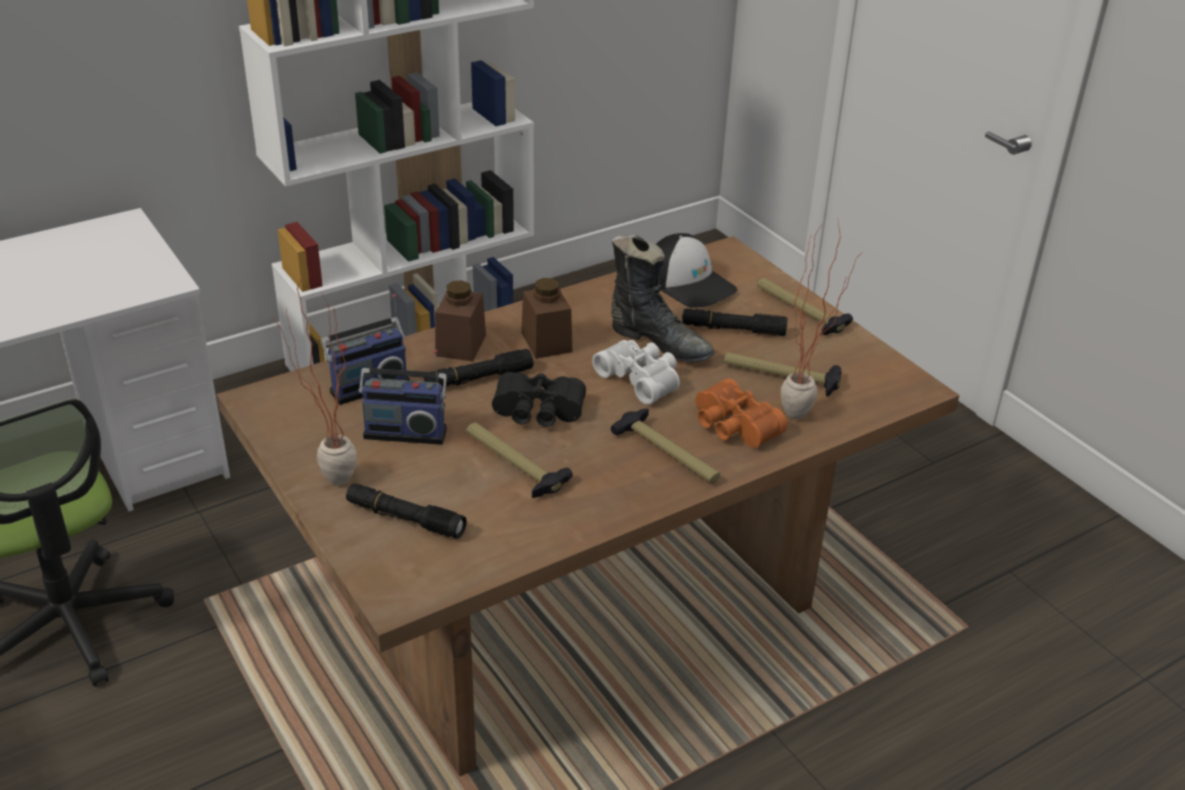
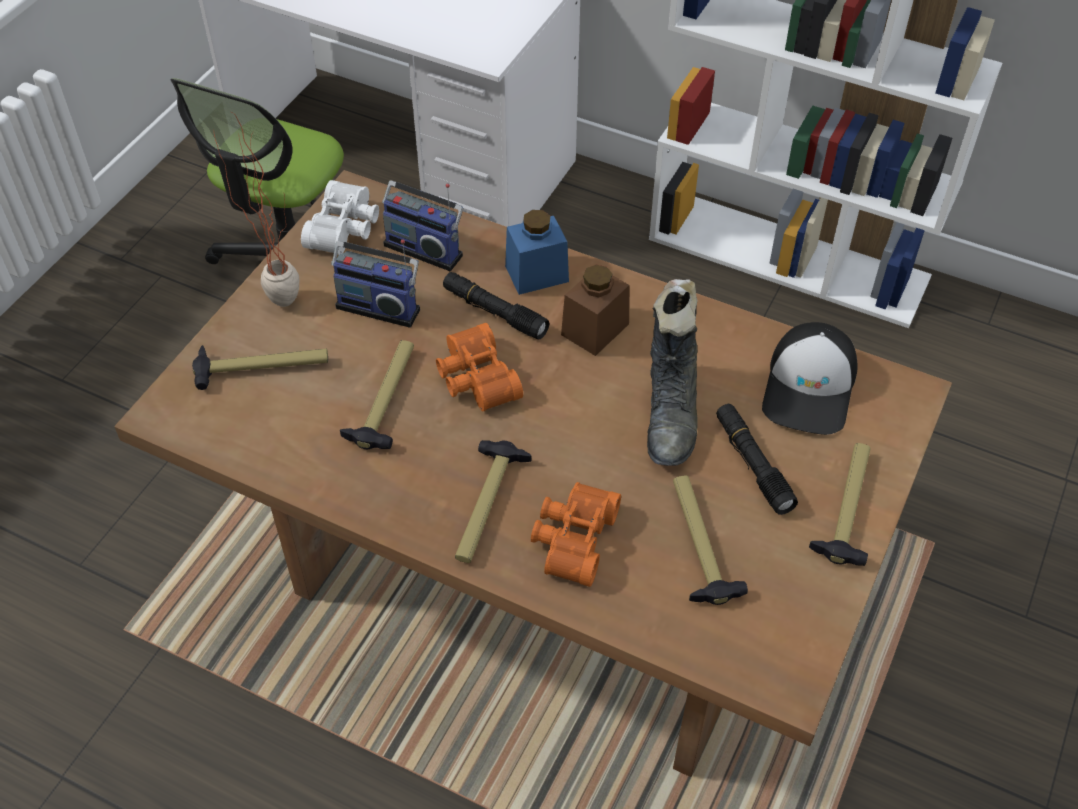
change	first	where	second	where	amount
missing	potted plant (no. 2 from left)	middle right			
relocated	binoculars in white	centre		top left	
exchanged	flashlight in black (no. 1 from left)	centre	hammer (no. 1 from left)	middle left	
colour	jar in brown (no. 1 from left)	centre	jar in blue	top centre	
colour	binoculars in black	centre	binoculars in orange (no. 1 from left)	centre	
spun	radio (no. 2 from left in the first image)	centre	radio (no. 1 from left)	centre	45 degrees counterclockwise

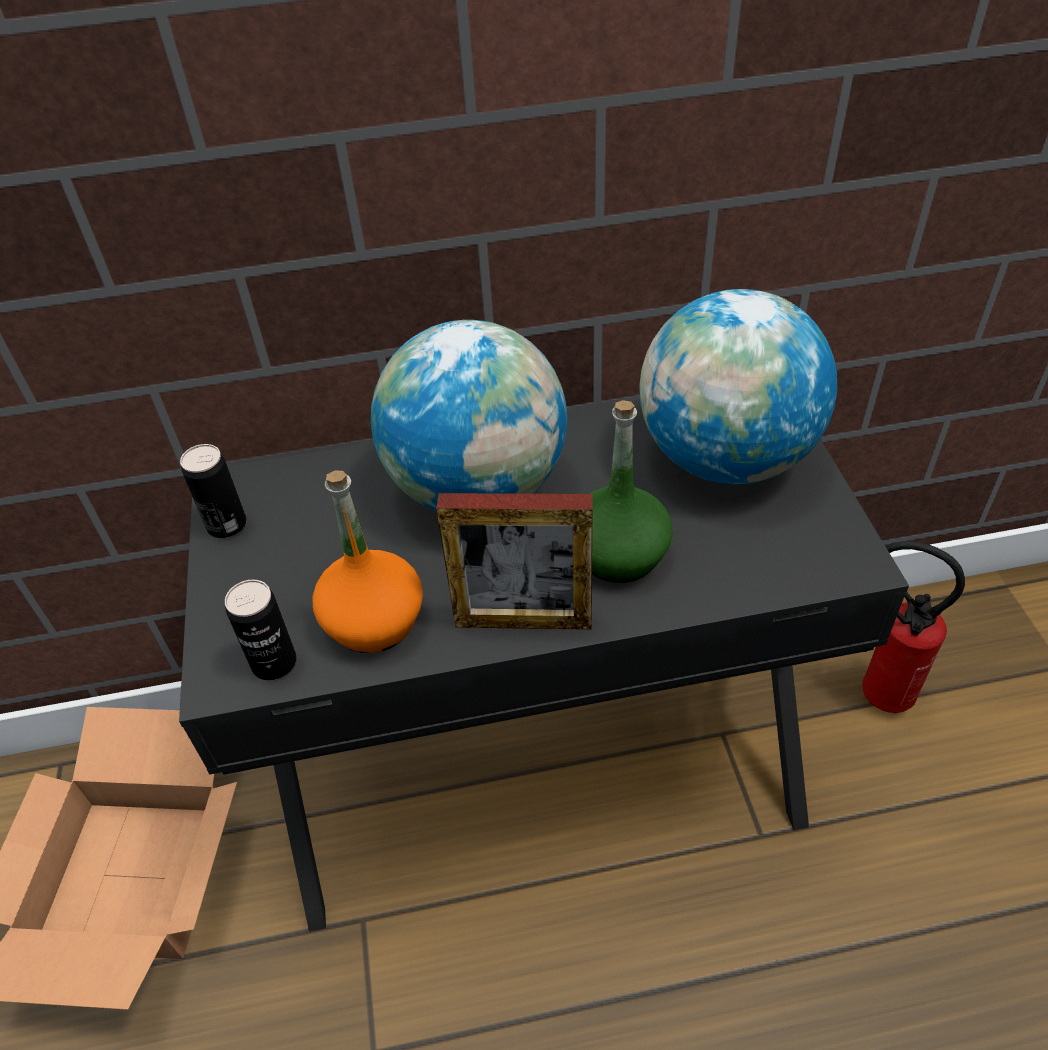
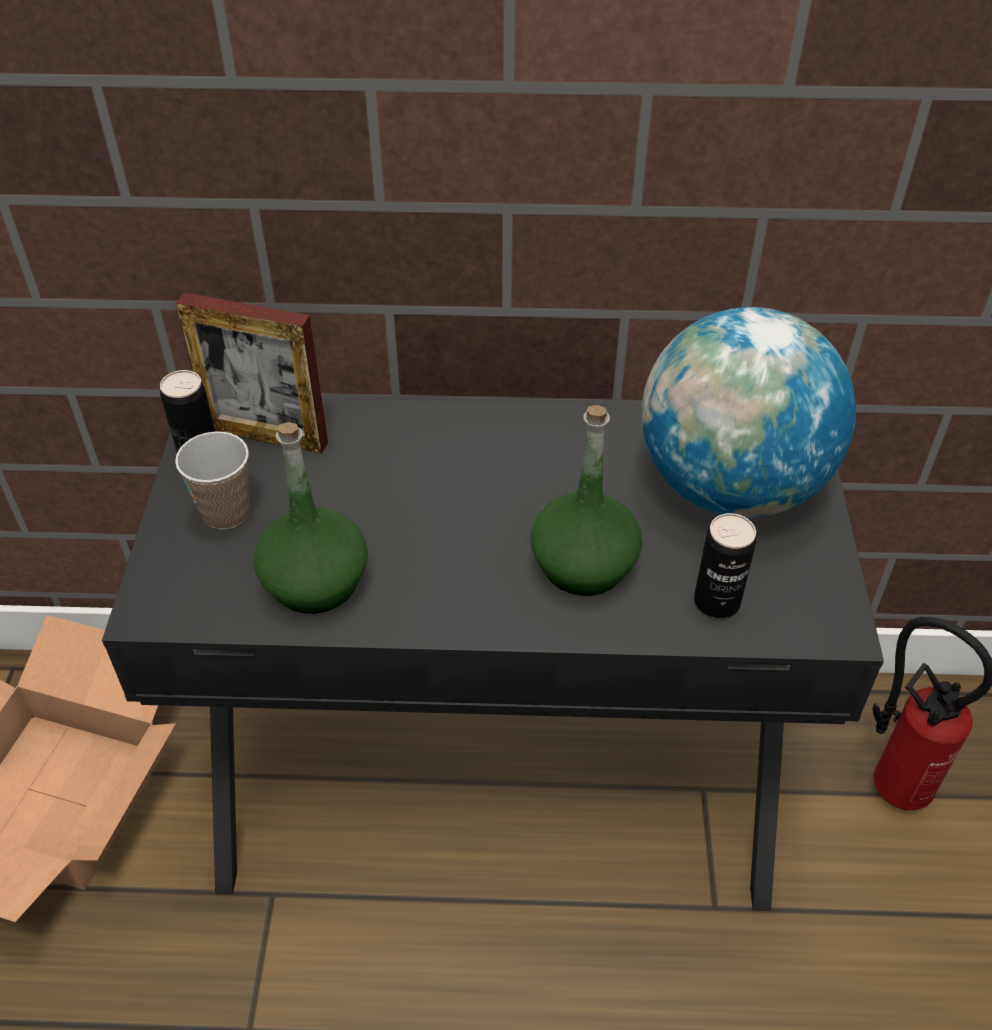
change	first	where	second	where	amount
missing	globe (no. 1 from left)	centre			
appeared			cup	middle left	
relocated	can (no. 2 from left)	middle left		middle right	
relocated	picture frame	centre		middle left	
colour	bottle in orange	centre	bottle in green (no. 1 from left)	middle left	

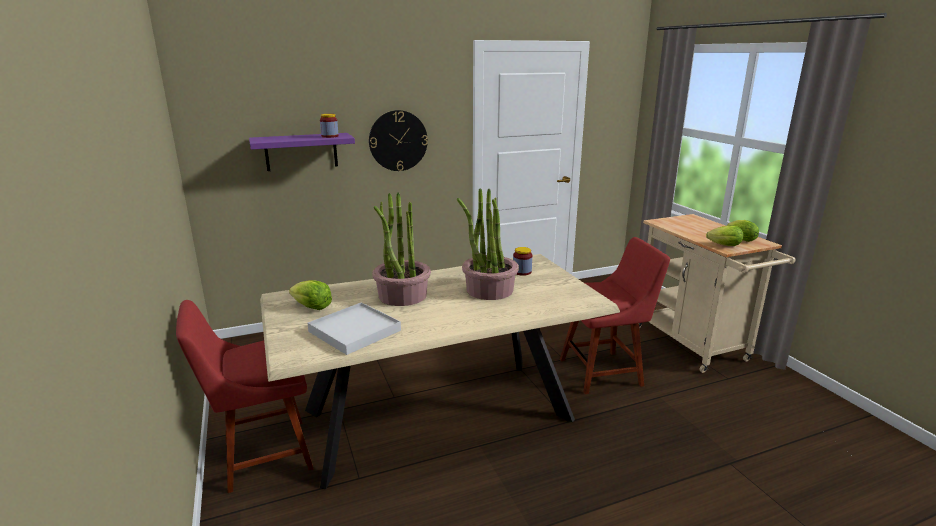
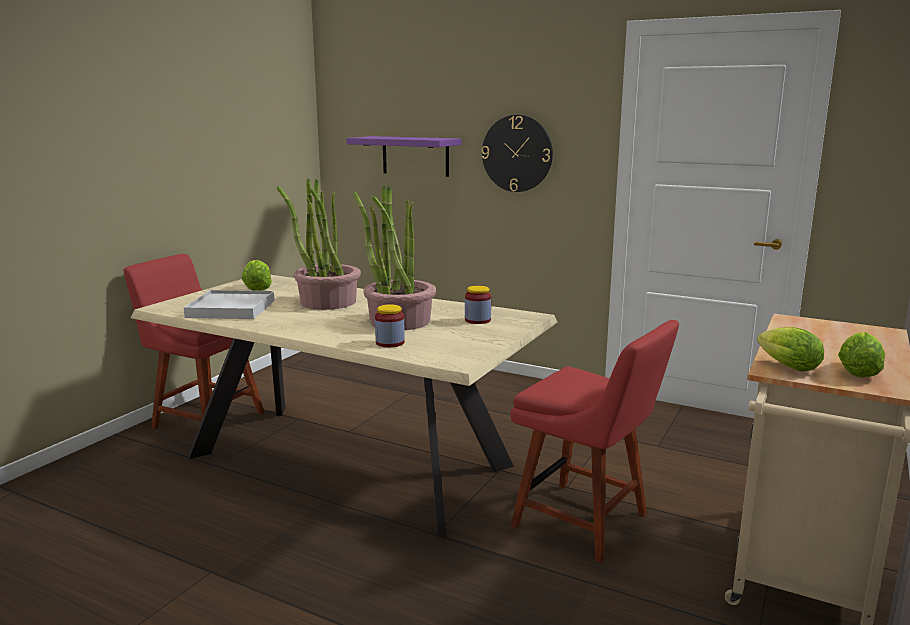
change	first	where	second	where	amount
relocated	jar (no. 1 from left)	top centre		centre	

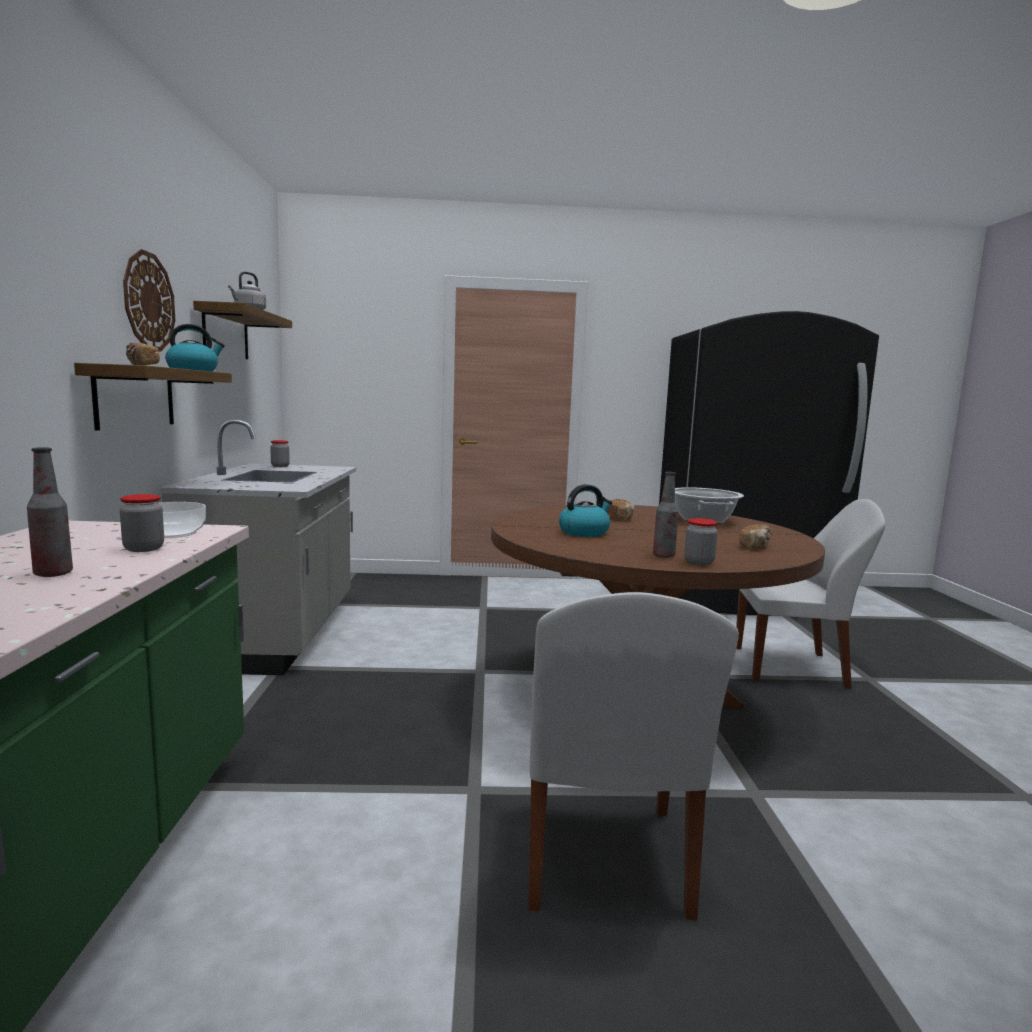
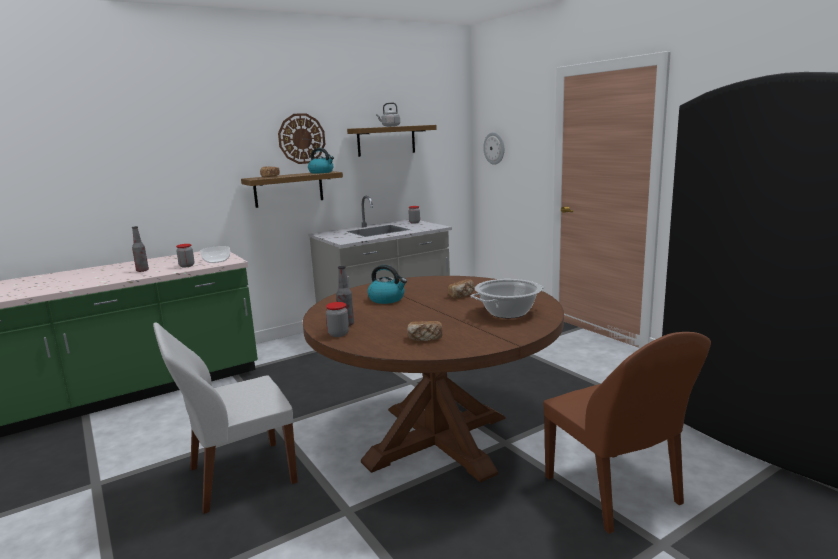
change	first	where	second	where	amount
appeared			wall clock (no. 2 from left)	top centre	
colour	chair in white (no. 2 from left)	middle right	chair in brown	bottom right	

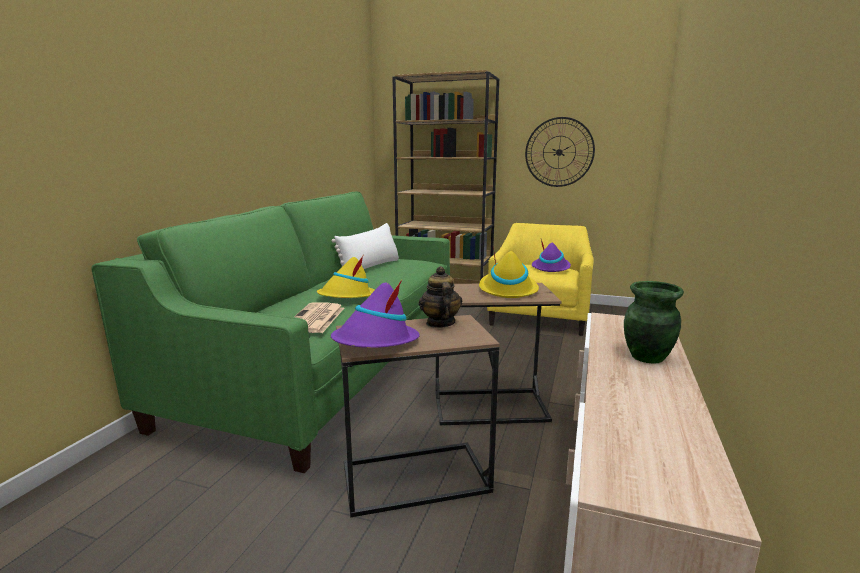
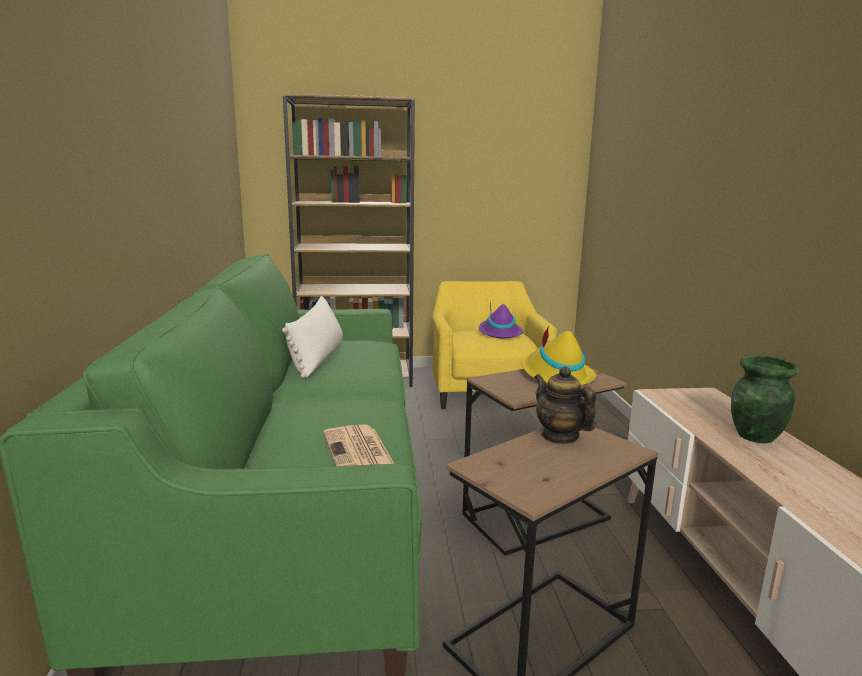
change	first	where	second	where	amount
missing	hat in yellow (no. 1 from left)	centre			
missing	hat in purple (no. 1 from left)	centre			
missing	wall clock	top centre			

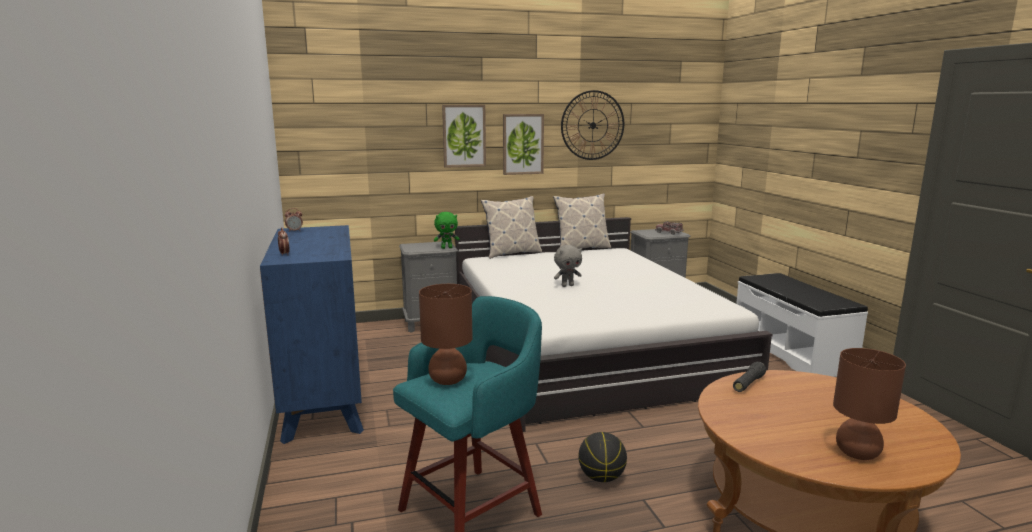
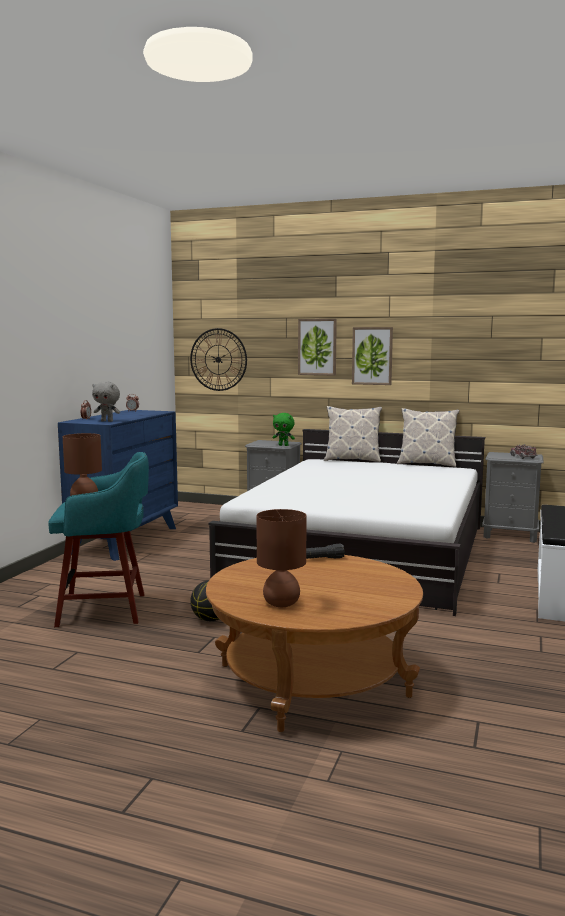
change	first	where	second	where	amount
relocated	plush toy in grey	centre		middle left	
relocated	wall clock	top centre		centre	

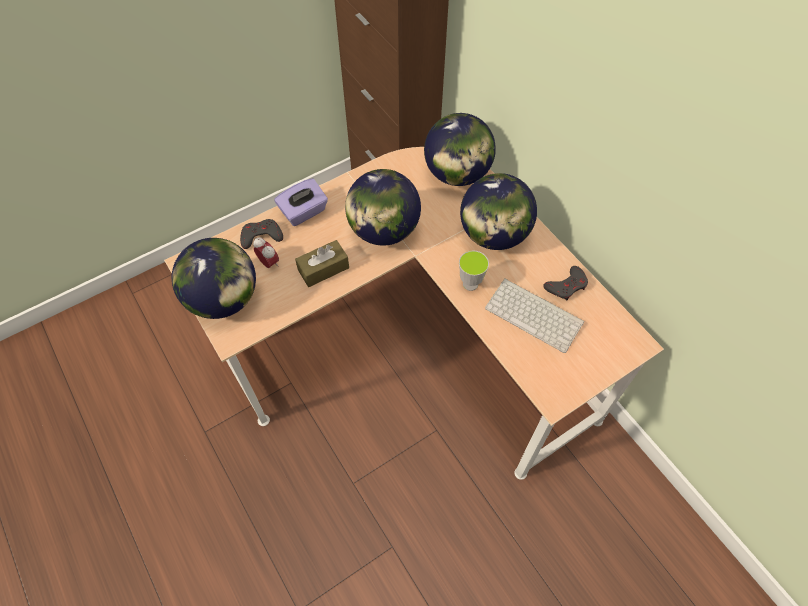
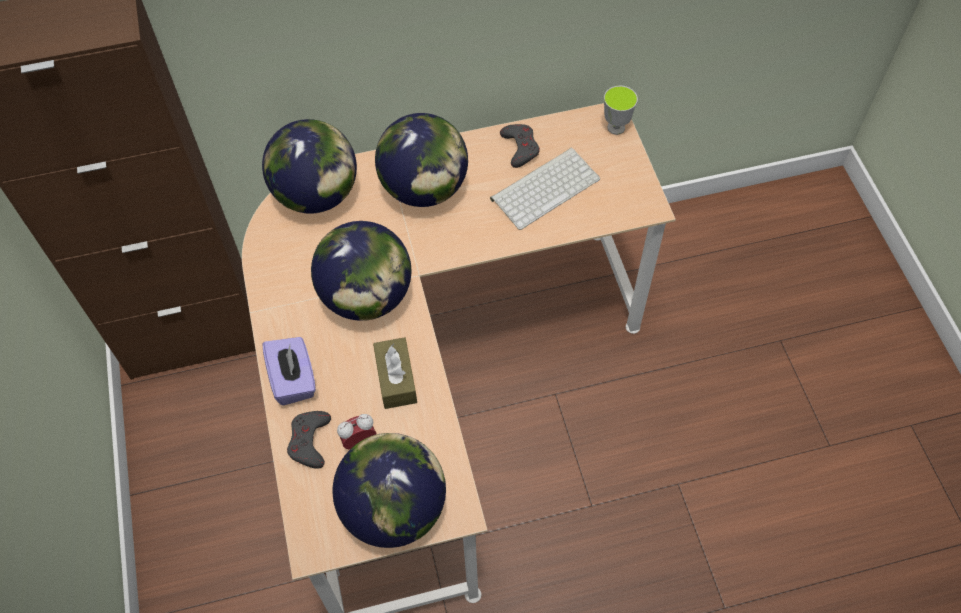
change	first	where	second	where	amount
relocated	cup	centre		top centre	

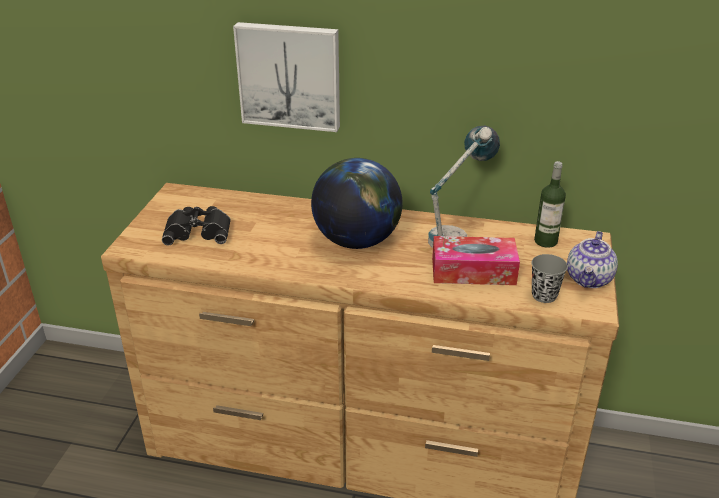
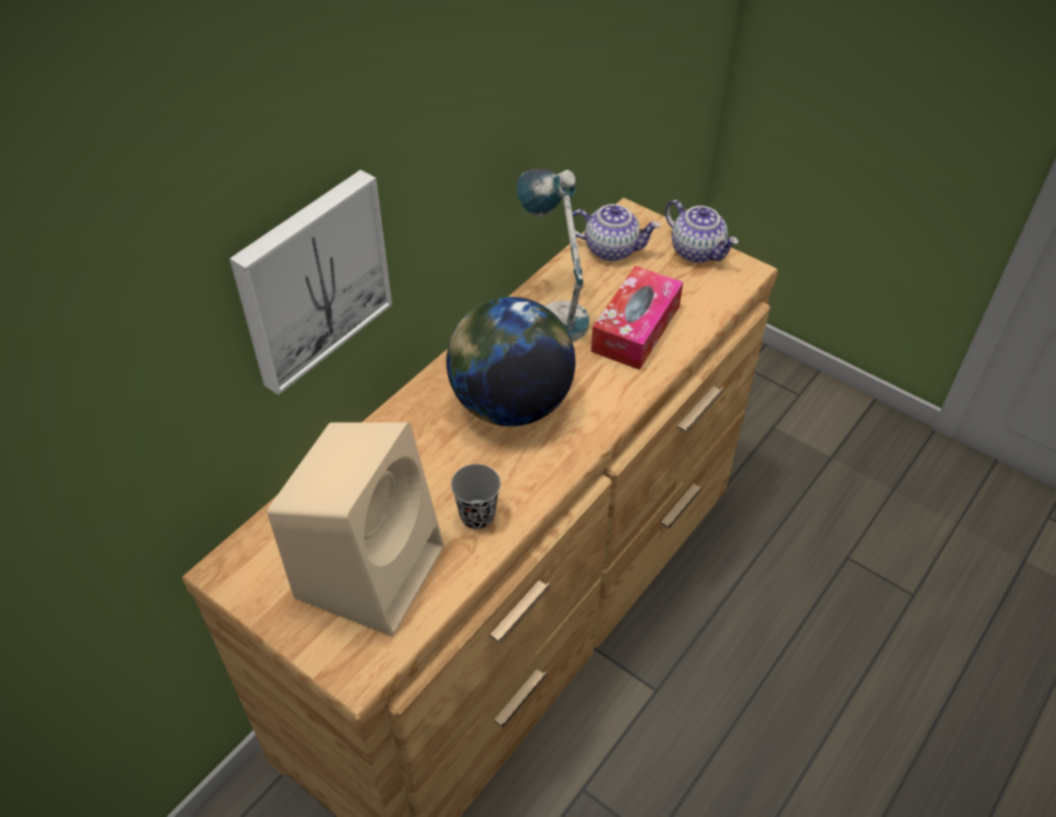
change	first	where	second	where	amount
relocated	cup in grey	middle right		centre	
exchanged	binoculars in black	middle left	speaker in beige	centre	
exchanged	bottle	middle right	teapot (no. 1 from left)	top centre	

